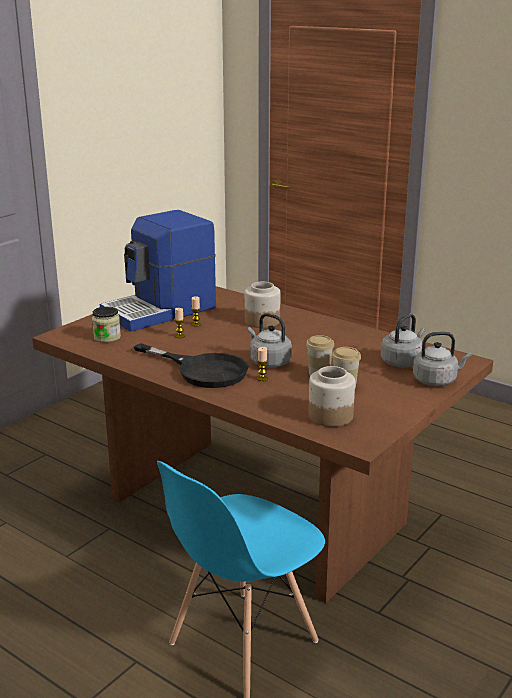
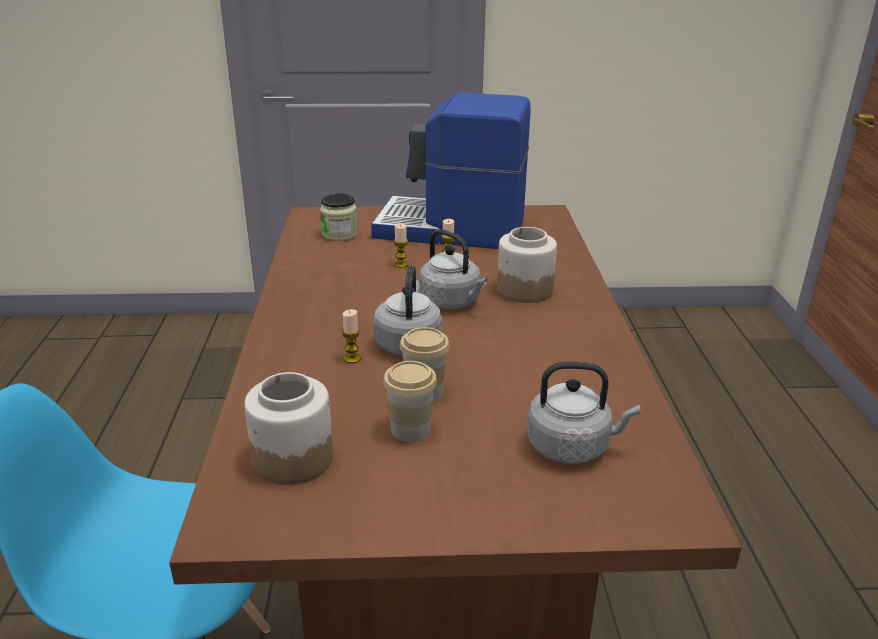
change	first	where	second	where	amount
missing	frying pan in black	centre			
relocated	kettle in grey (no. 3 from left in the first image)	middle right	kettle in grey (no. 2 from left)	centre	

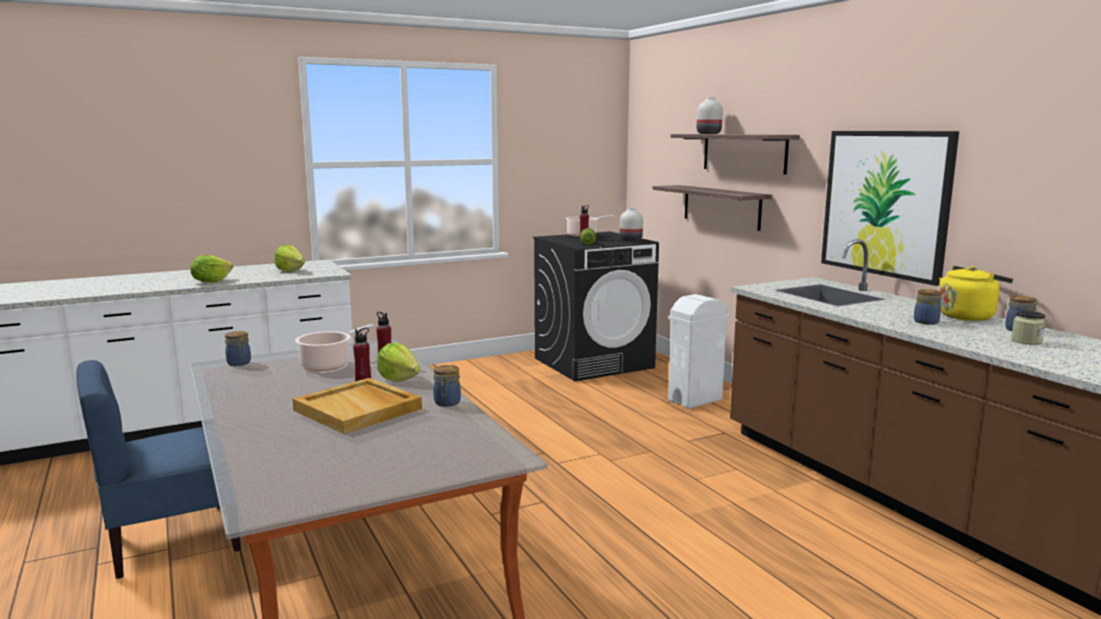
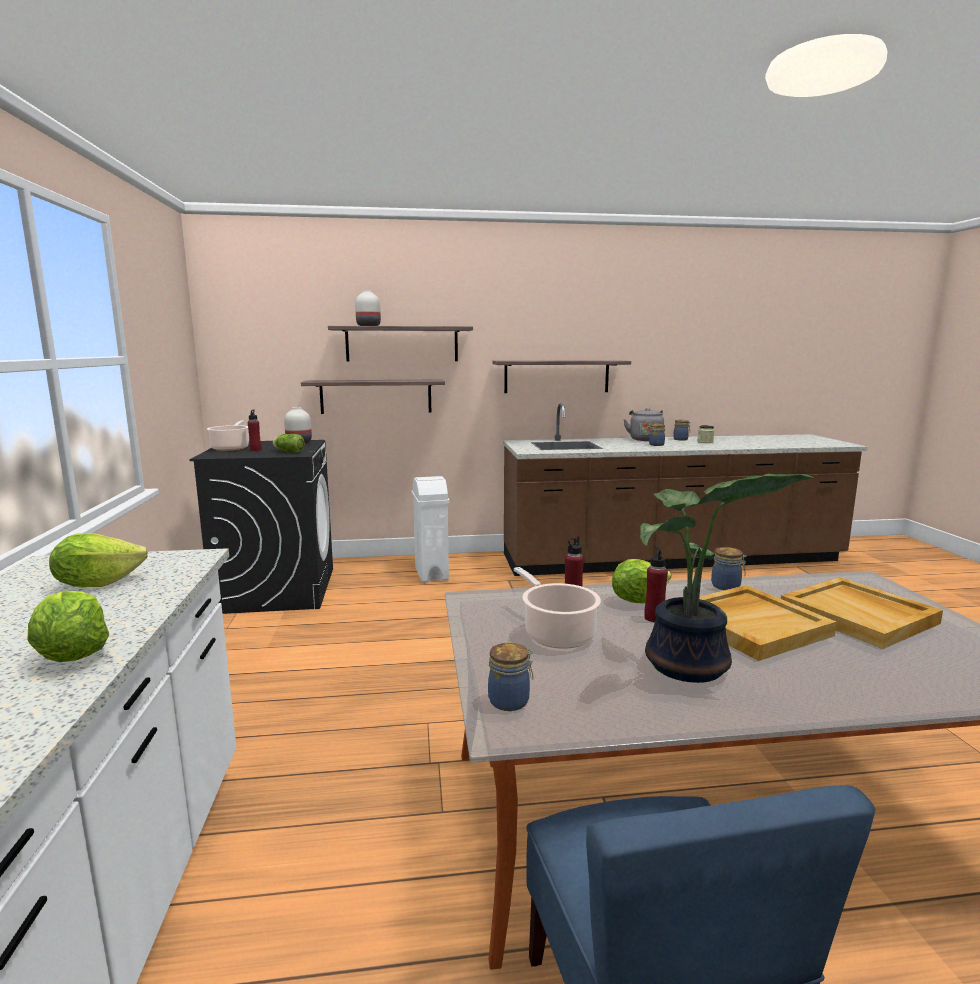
change	first	where	second	where	amount
appeared			potted plant	middle right	
appeared			tray in beige (no. 2 from left)	middle right	
exchanged	picture	middle right	shelf (no. 3 from left)	centre	
colour	kettle in yellow	middle right	kettle in grey	centre	

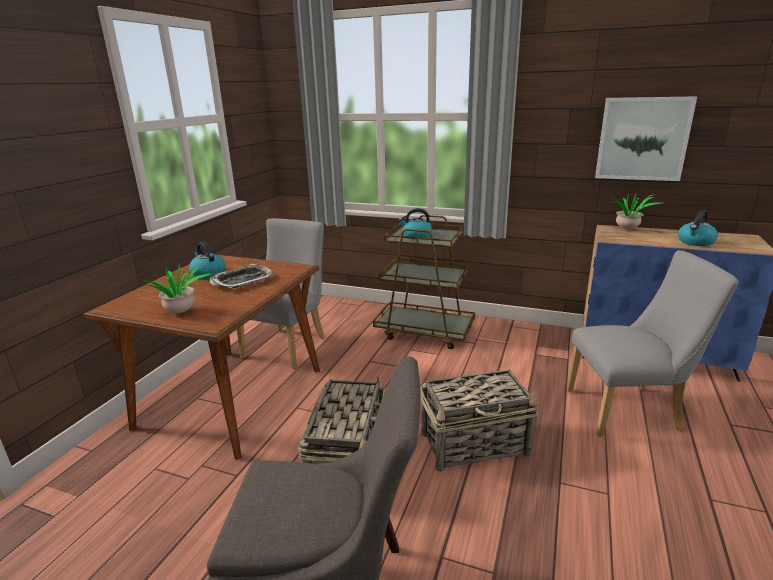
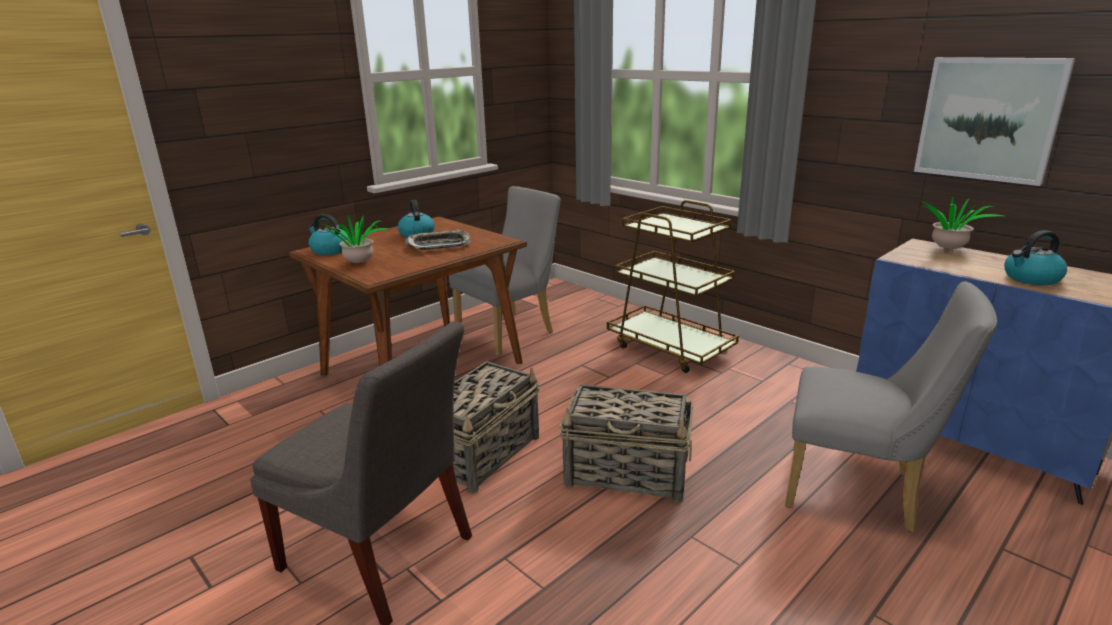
change	first	where	second	where	amount
relocated	kettle (no. 2 from left in the first image)	centre	kettle (no. 1 from left)	middle left	

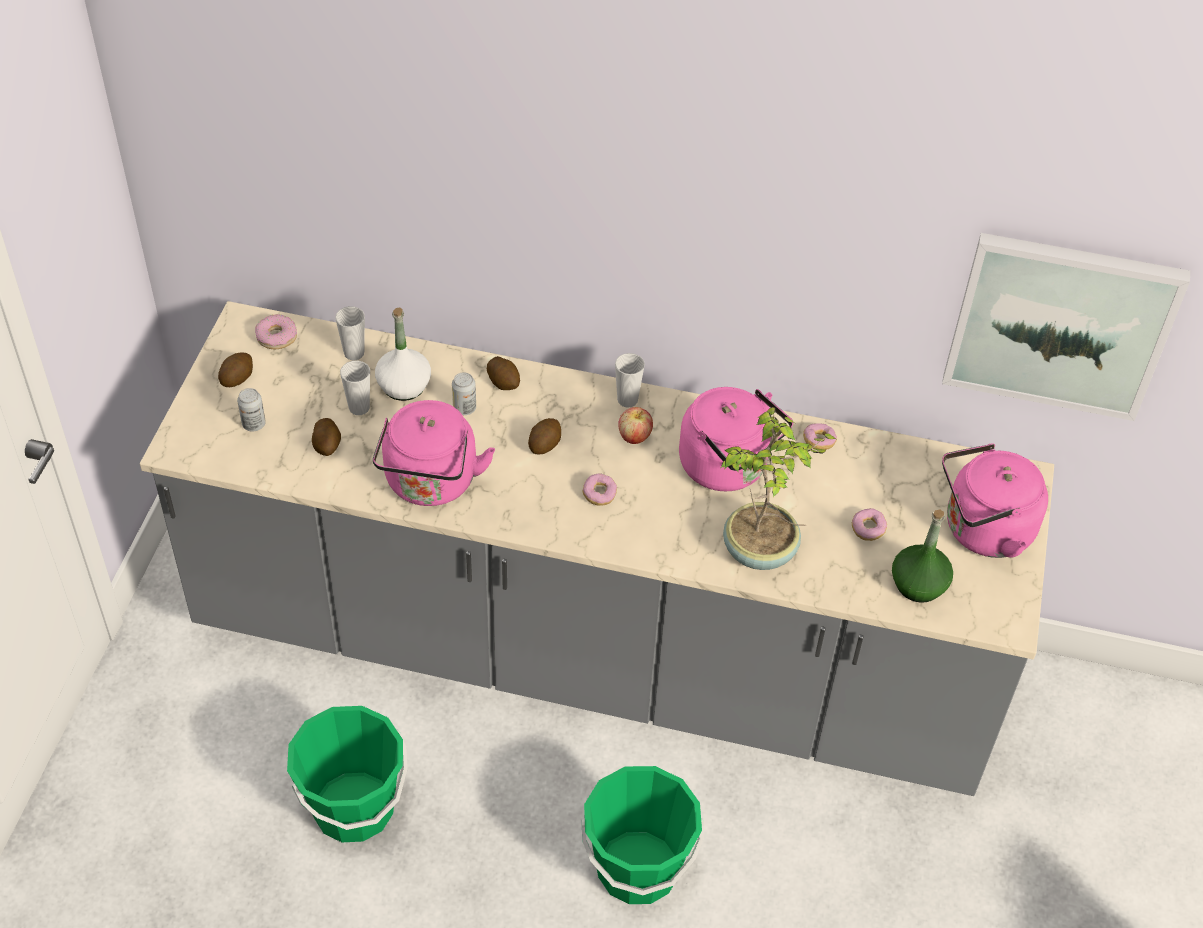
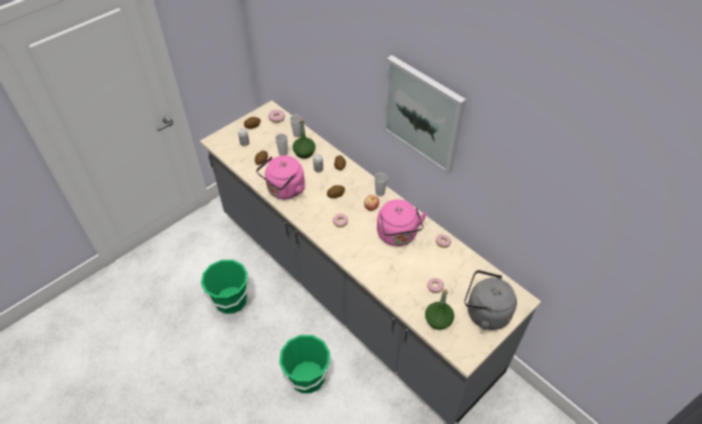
change	first	where	second	where	amount
missing	potted plant	centre			
relocated	picture	middle right		top centre	
colour	bottle in white	centre	bottle in green (no. 1 from left)	top centre	
colour	kettle in pink (no. 3 from left)	middle right	kettle in grey	bottom right	

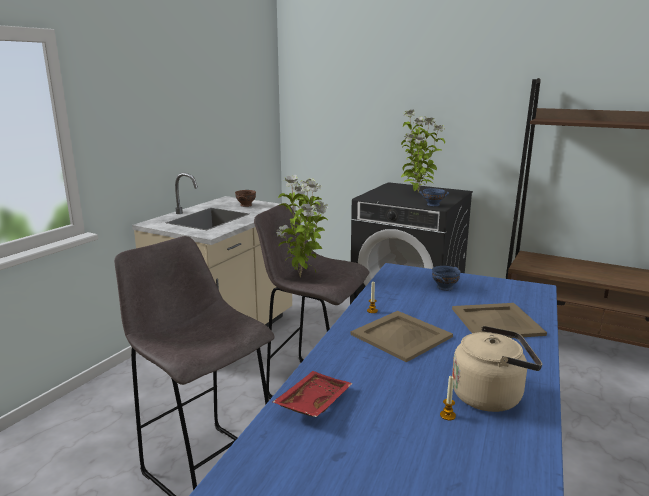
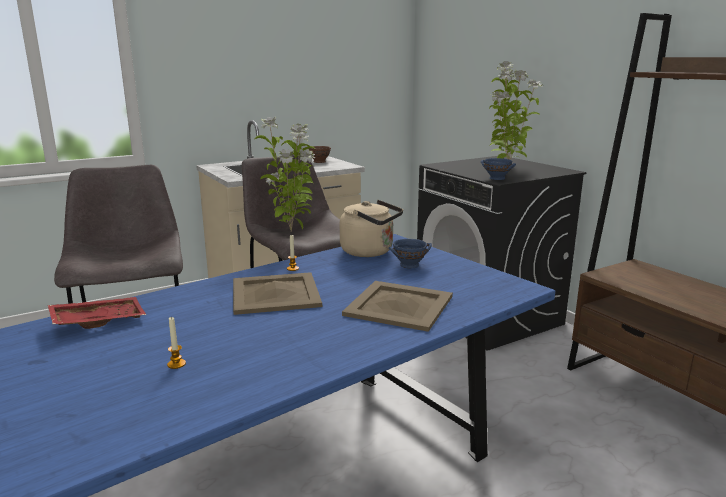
change	first	where	second	where	amount
relocated	kettle in beige	bottom right		centre	

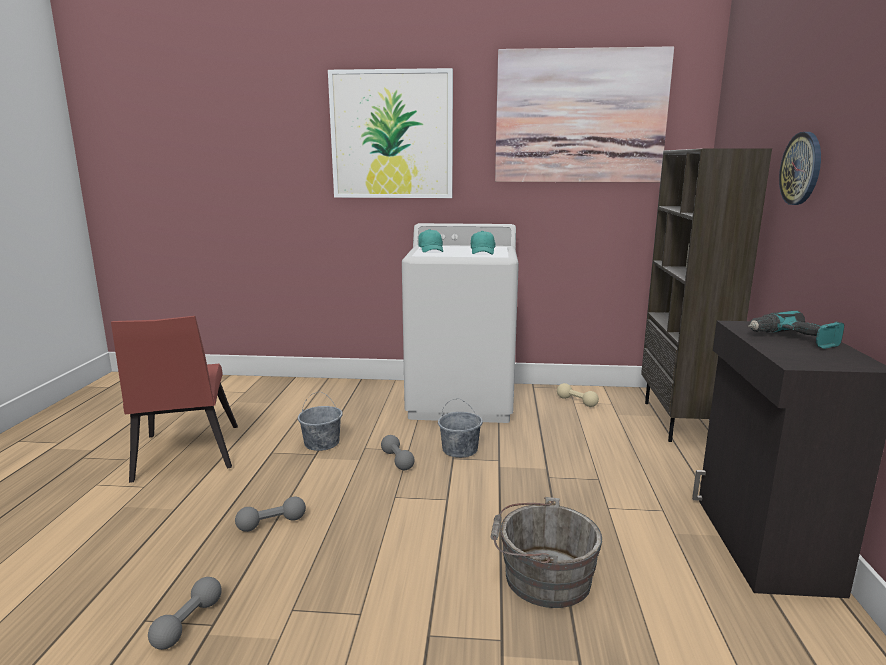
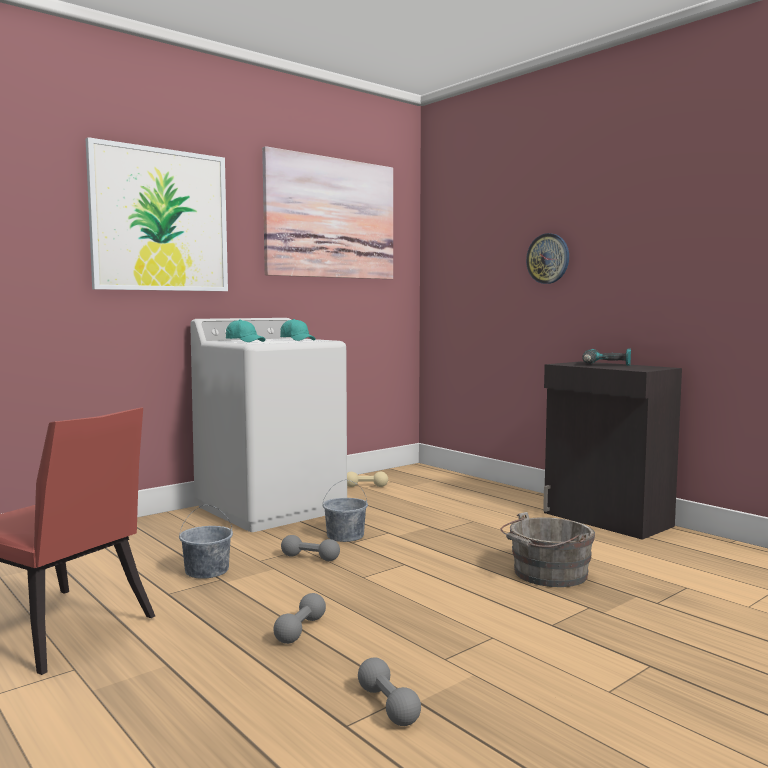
change	first	where	second	where	amount
missing	bookcase in brown	middle right			

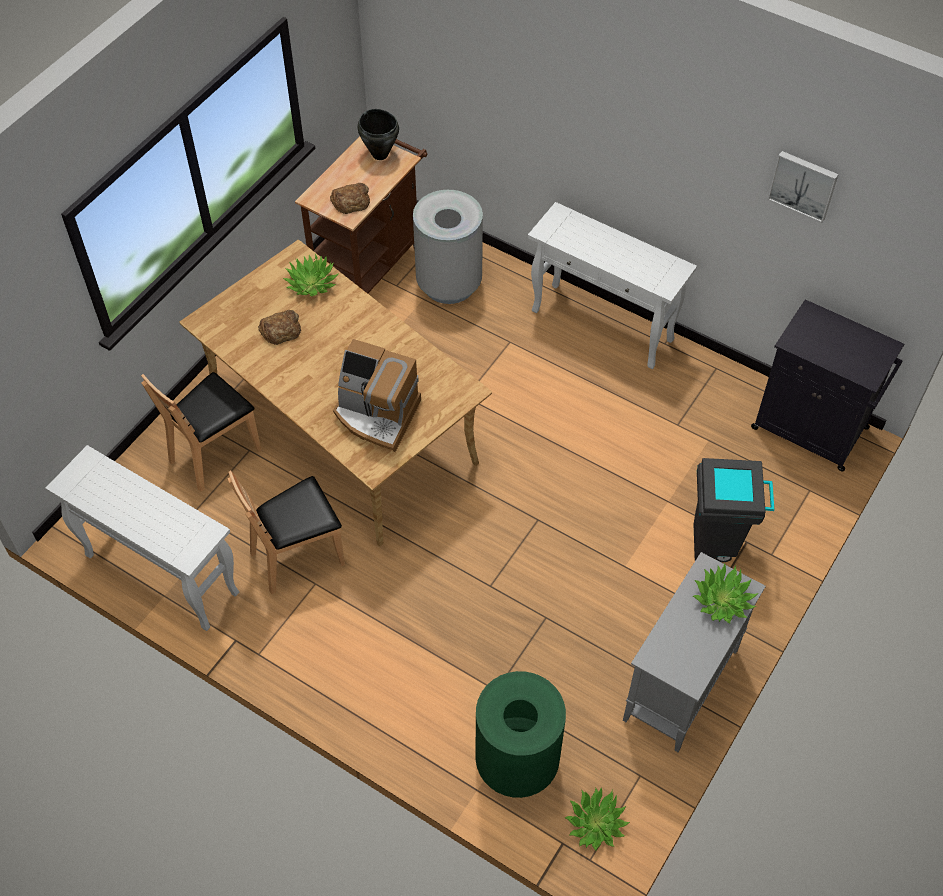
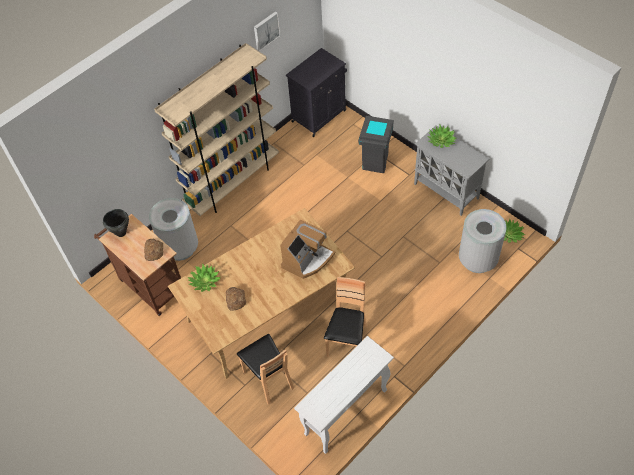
change	first	where	second	where	amount
exchanged	console table in white (no. 2 from left)	top centre	bookcase in beige	top centre	
colour	trash can in green	bottom centre	trash can in grey (no. 3 from left)	middle right	
spun	chair in brown (no. 2 from left)	middle left		bottom centre	150 degrees counterclockwise

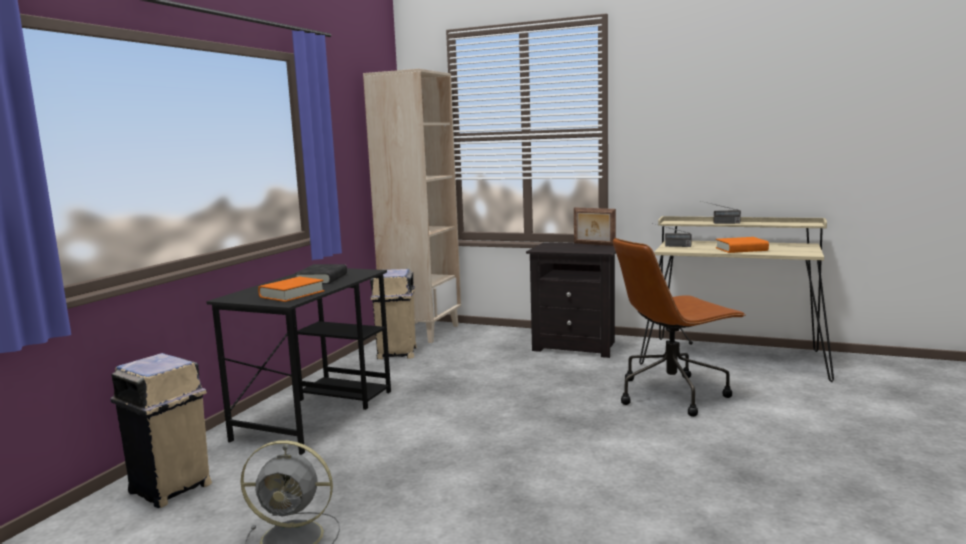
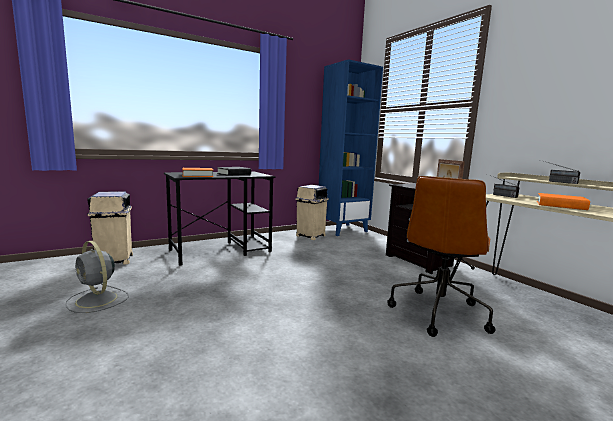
change	first	where	second	where	amount
colour	bookcase in beige	centre	bookcase in blue	centre	
spun	office chair in brown	middle right		middle right	75 degrees counterclockwise

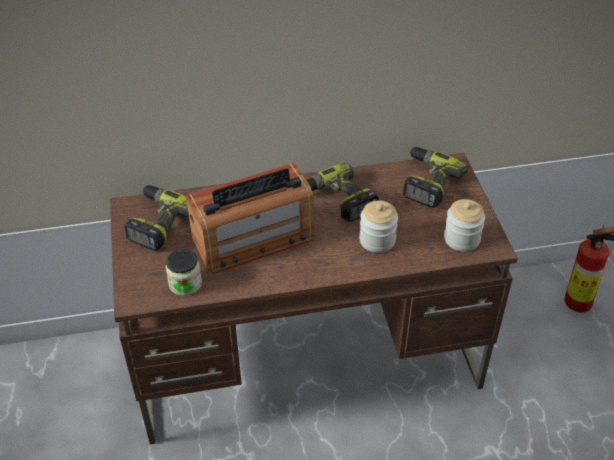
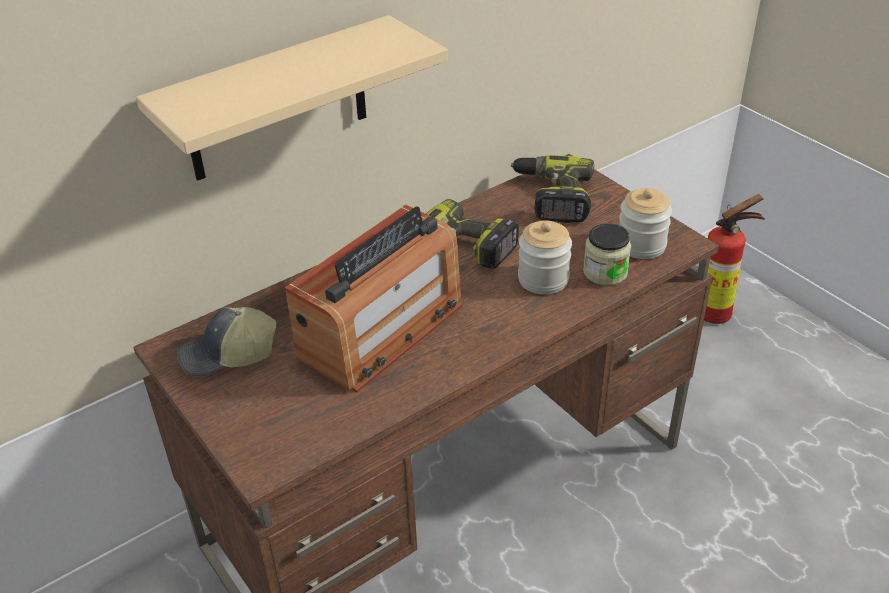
change	first	where	second	where	amount
appeared			shelf in beige	top left	
relocated	jar (no. 1 from left in the first image)	middle left	jar (no. 2 from left)	middle right	
exchanged	power drill (no. 1 from left)	middle left	cap	middle left	

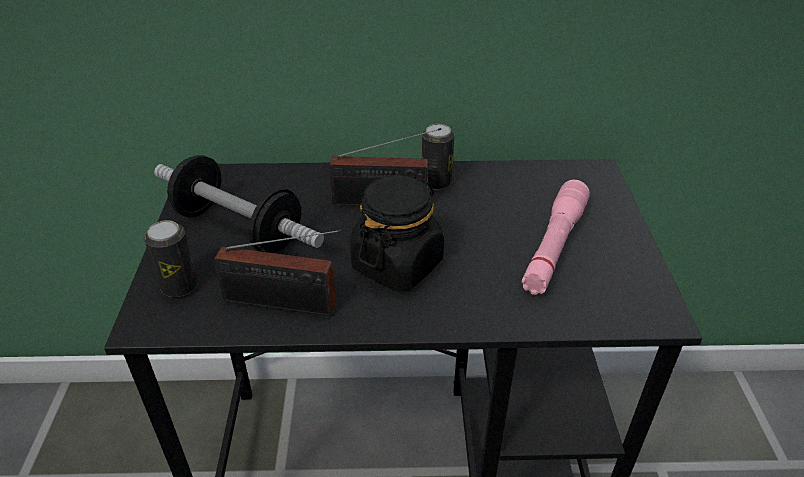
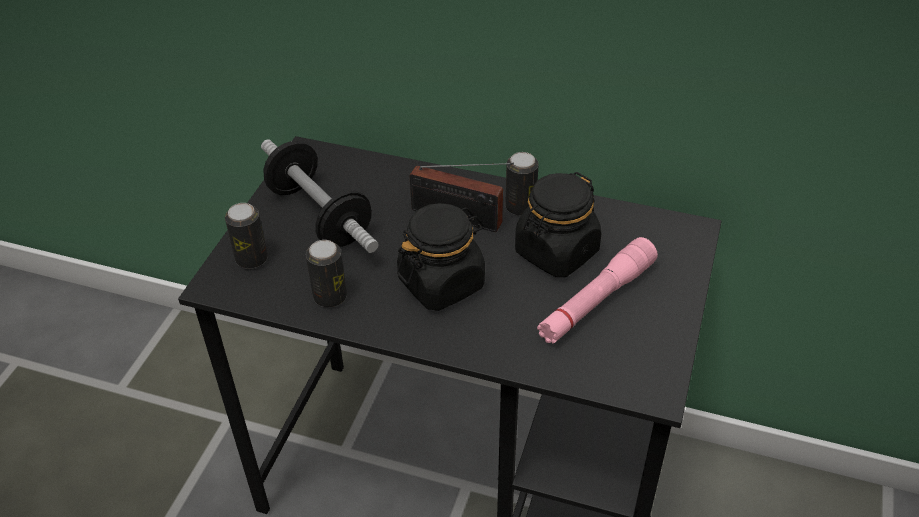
change	first	where	second	where	amount
appeared			jar in black (no. 2 from left)	centre	
exchanged	radio (no. 1 from left)	centre	can (no. 2 from left)	centre	

